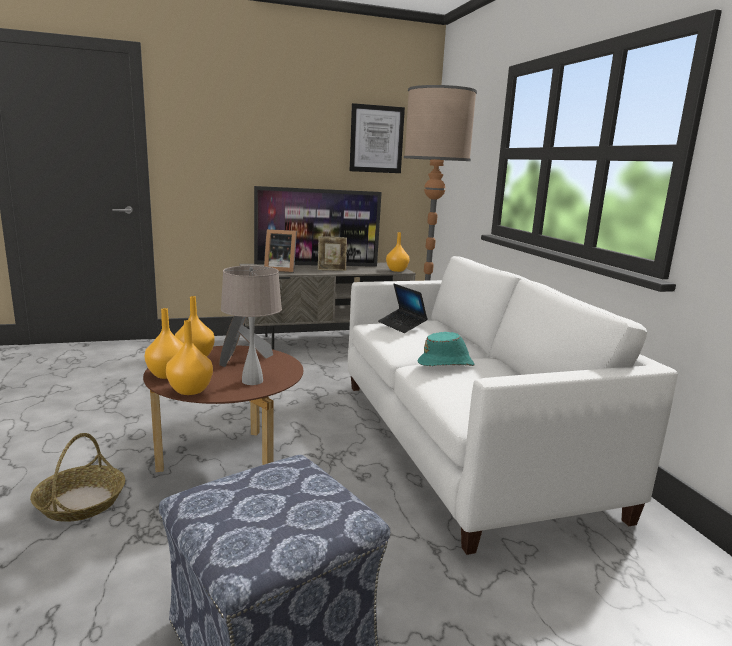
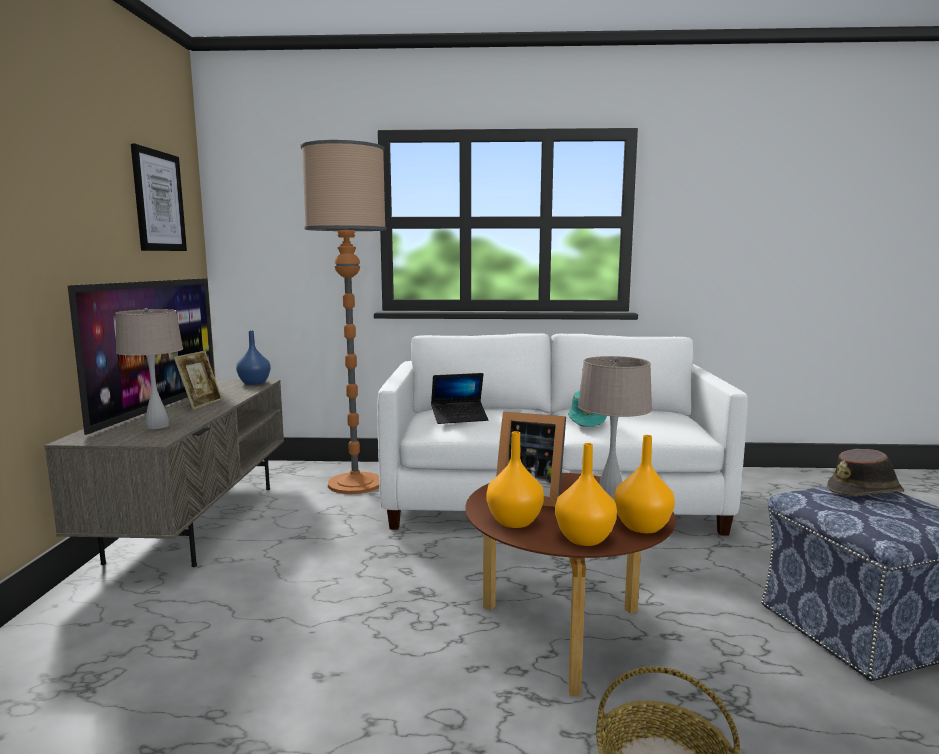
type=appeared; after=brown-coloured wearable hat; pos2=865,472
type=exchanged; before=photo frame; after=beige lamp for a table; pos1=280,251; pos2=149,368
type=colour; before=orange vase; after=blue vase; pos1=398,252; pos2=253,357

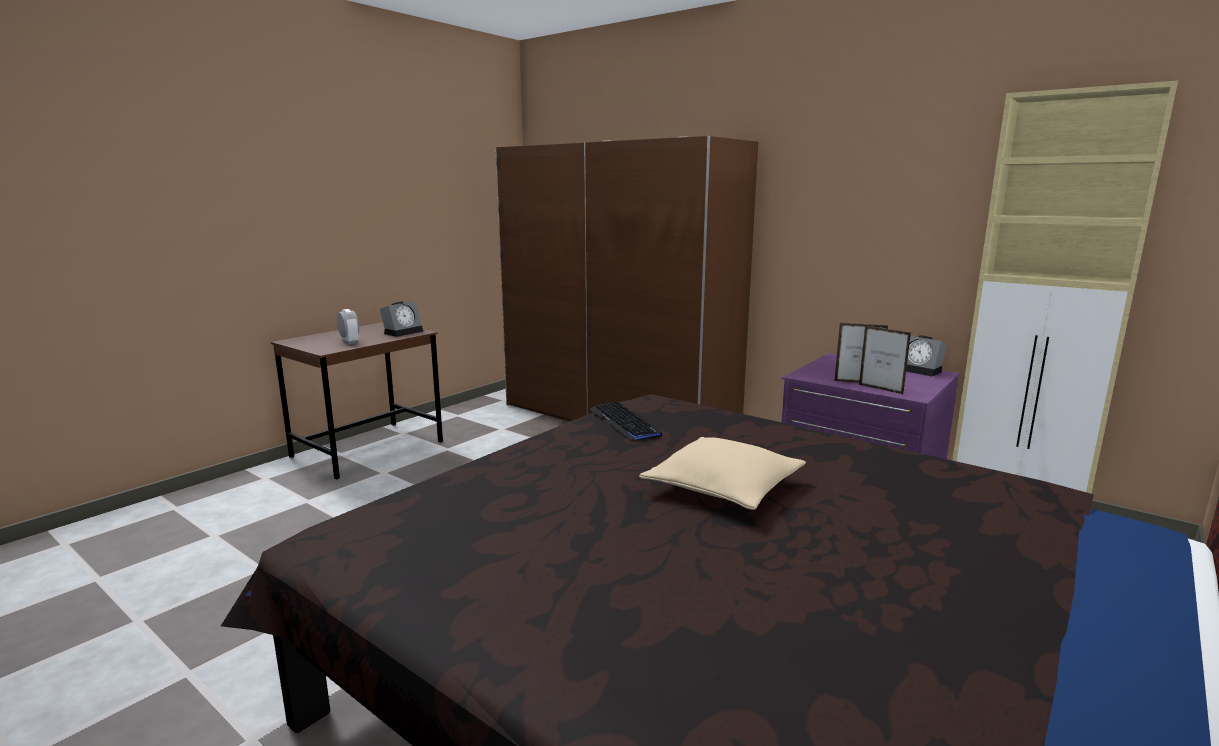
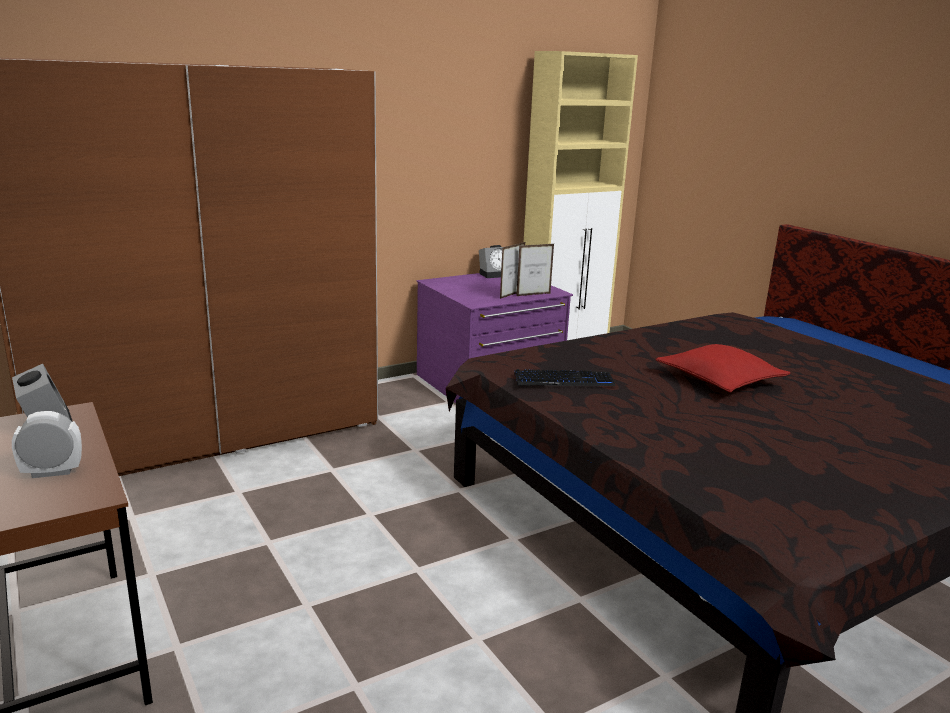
type=colour; before=beige pillow; after=reddish pillow; pos1=722,473; pos2=723,368

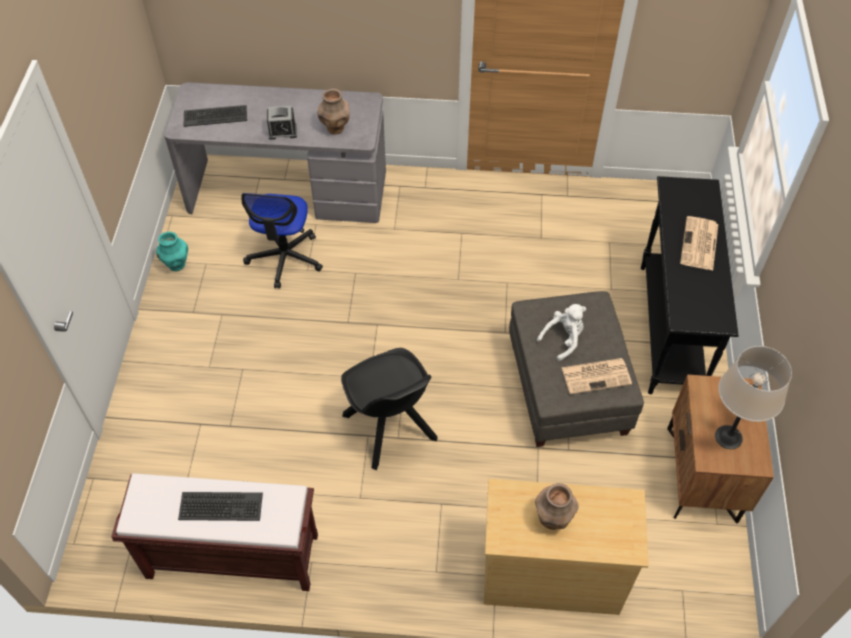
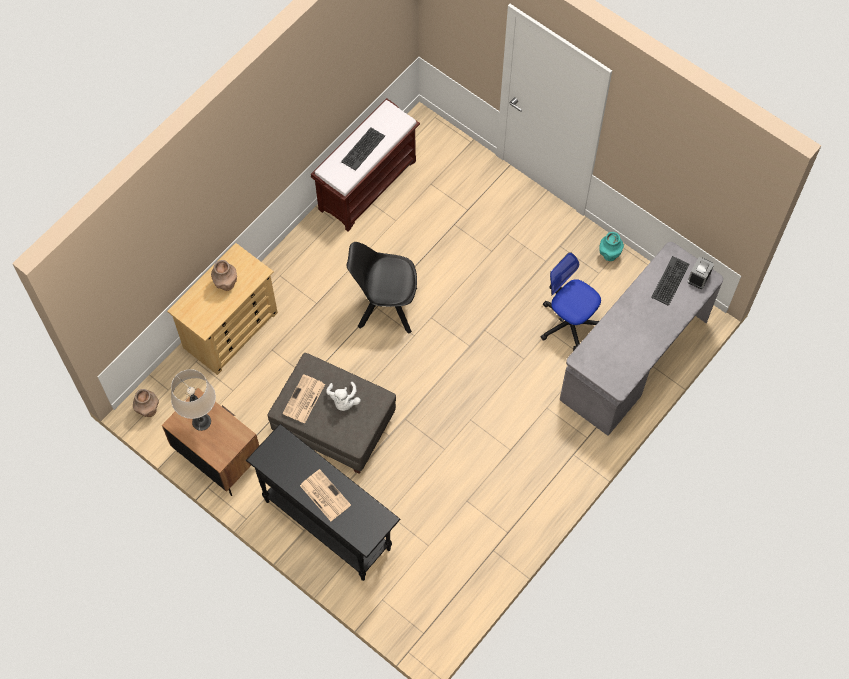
type=relocated; before=alarm clock; pos1=282,122; pos2=700,273
type=relocated; before=brown-coloured vase; pos1=334,111; pos2=146,403

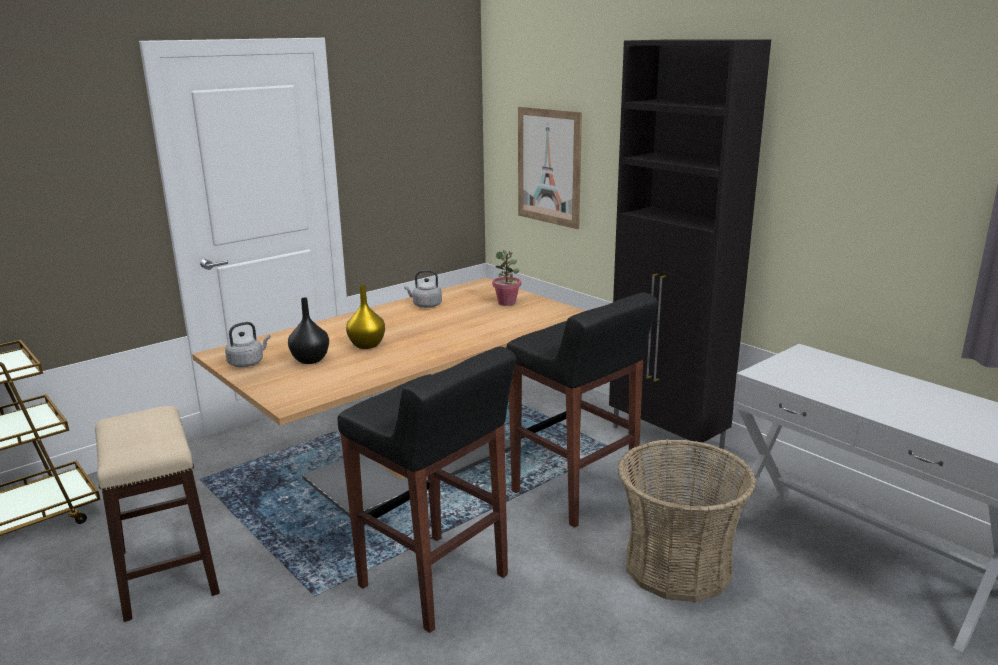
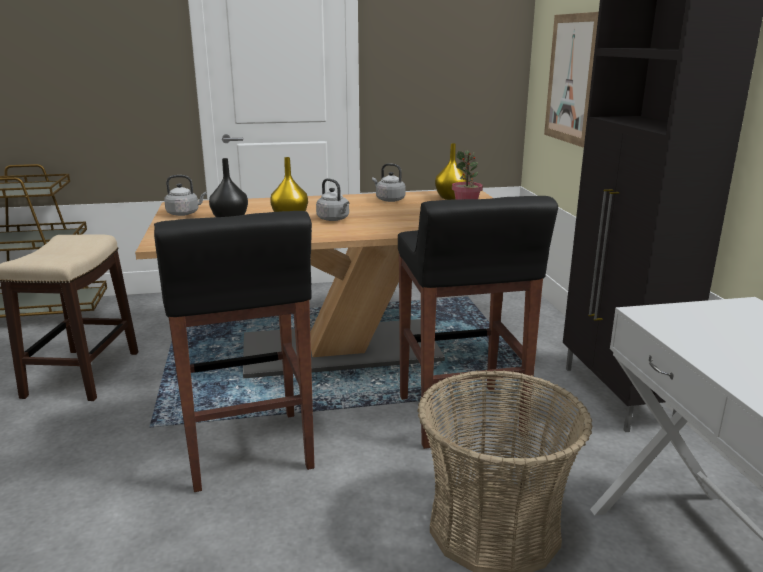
type=appeared; after=gray water kettle; pos2=332,199
type=appeared; after=yellowish vase; pos2=452,171

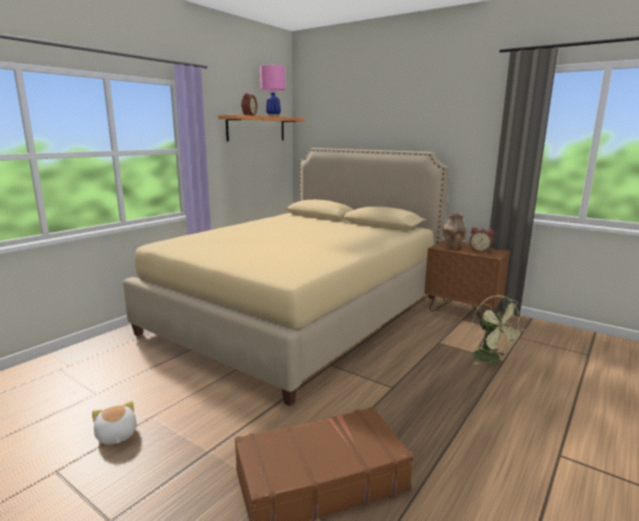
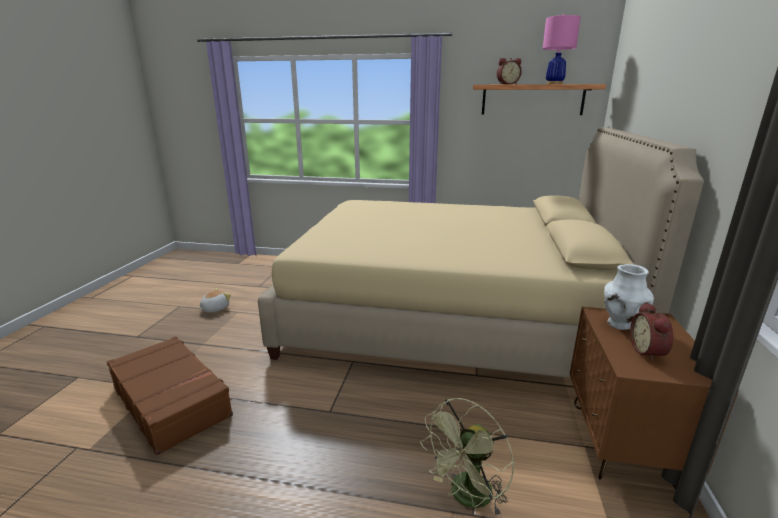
type=colour; before=brown-coloured vase; after=white-coloured vase; pos1=454,231; pos2=629,297

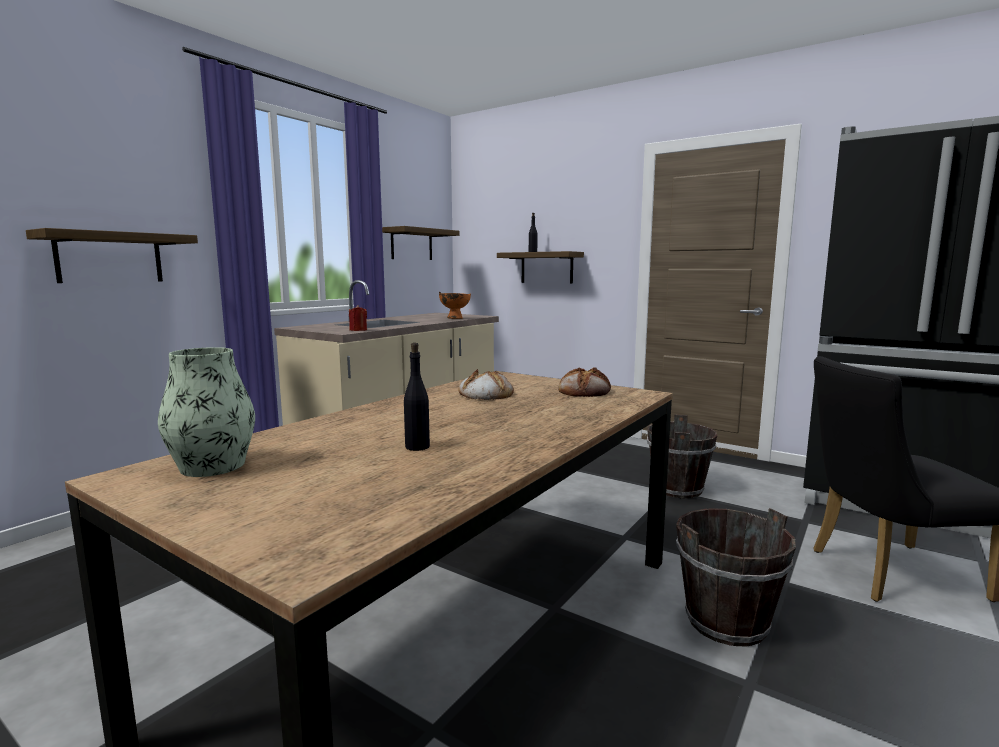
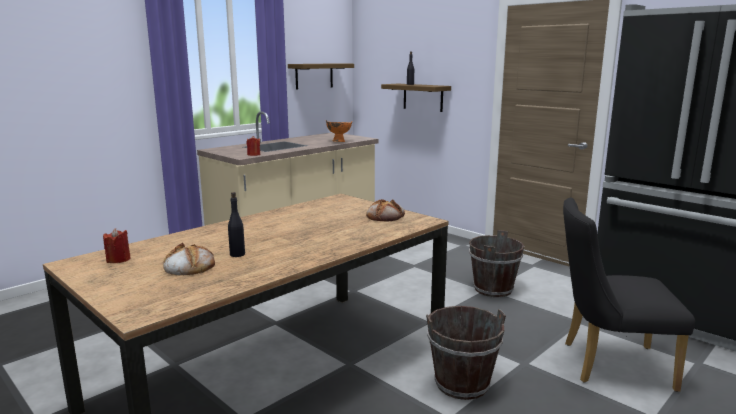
type=missing; before=shelf; pos1=112,255
type=relocated; before=baked bread; pos1=486,384; pos2=189,259
type=exchanged; before=vase; after=reddish wax candle; pos1=206,412; pos2=117,245

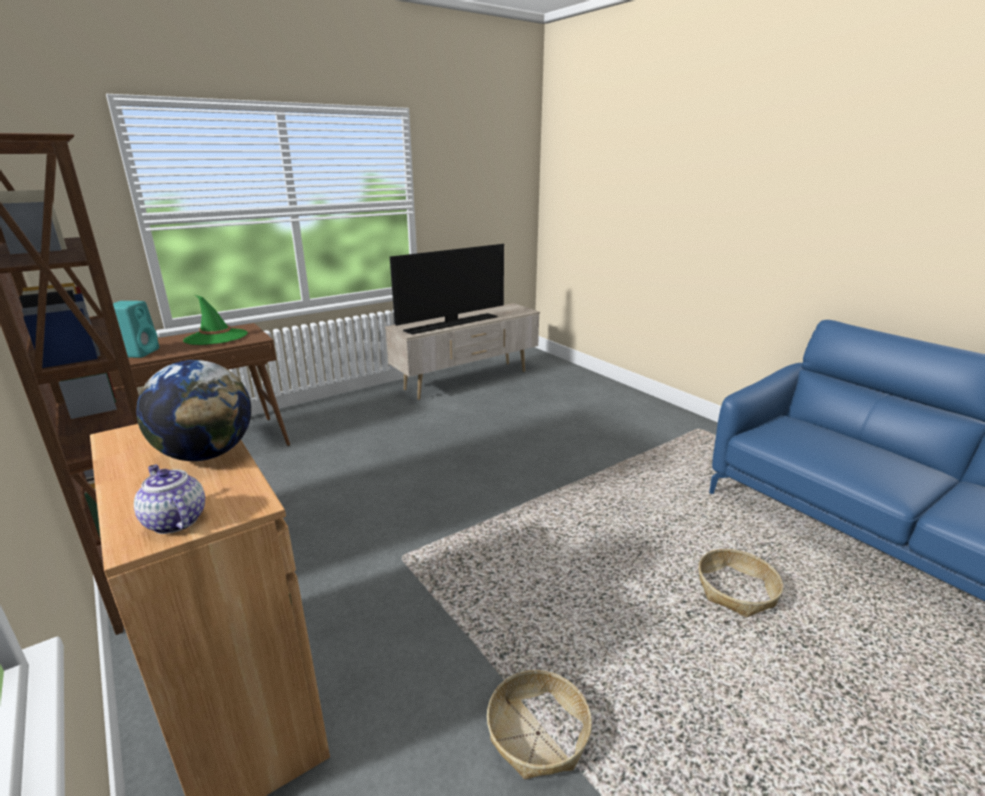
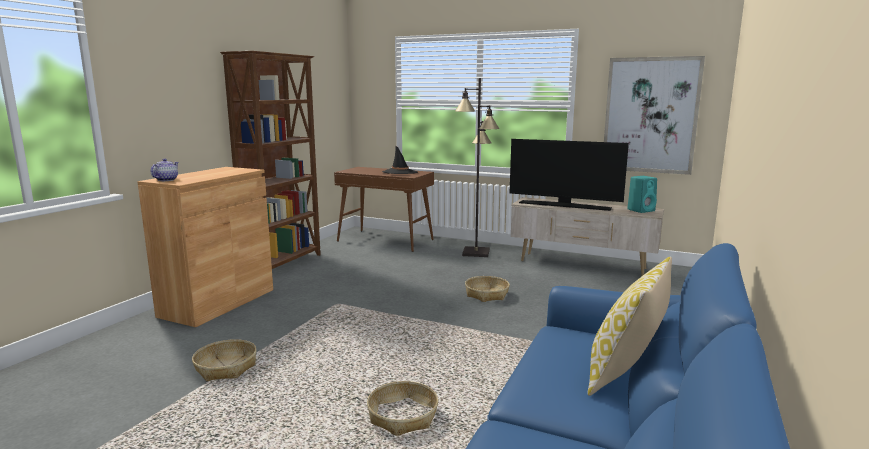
type=missing; before=desk globe; pos1=193,410
type=appeared; after=black-coloured standard lamp; pos2=478,167
type=appeared; after=basket; pos2=487,289
type=appeared; after=pillow; pos2=630,326
type=appeared; after=wall picture; pos2=654,115
type=relocated; before=turquoise-coloured audio speaker; pos1=136,329; pos2=642,194
type=colour; before=greenish wearable hat; after=black-coloured wearable hat; pos1=215,320; pos2=400,159

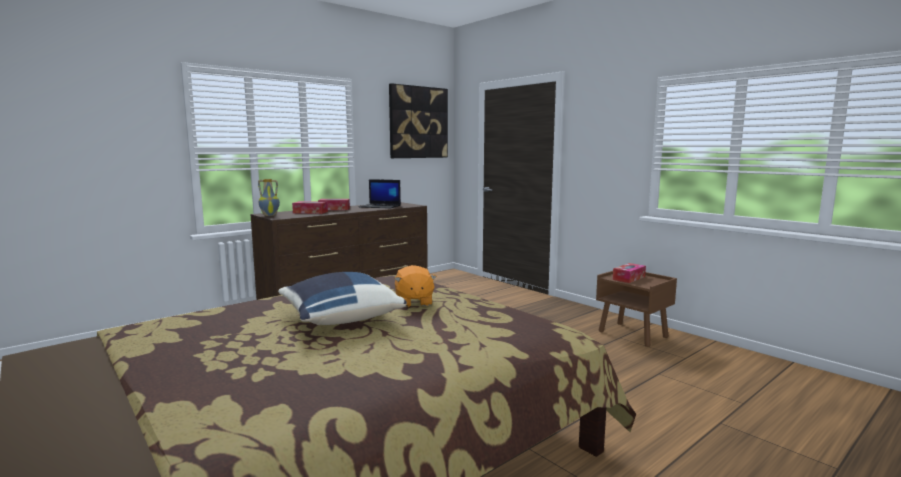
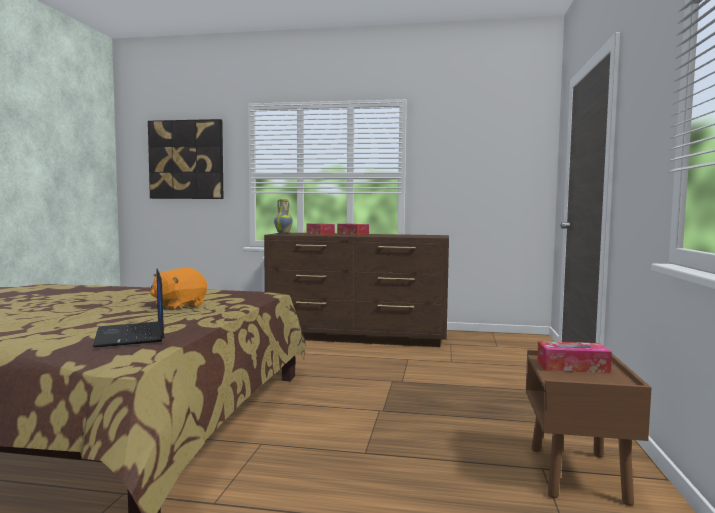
type=missing; before=blue pillow; pos1=342,298
type=relocated; before=laptop; pos1=380,194; pos2=128,307
type=relocated; before=wall picture; pos1=418,120; pos2=185,159

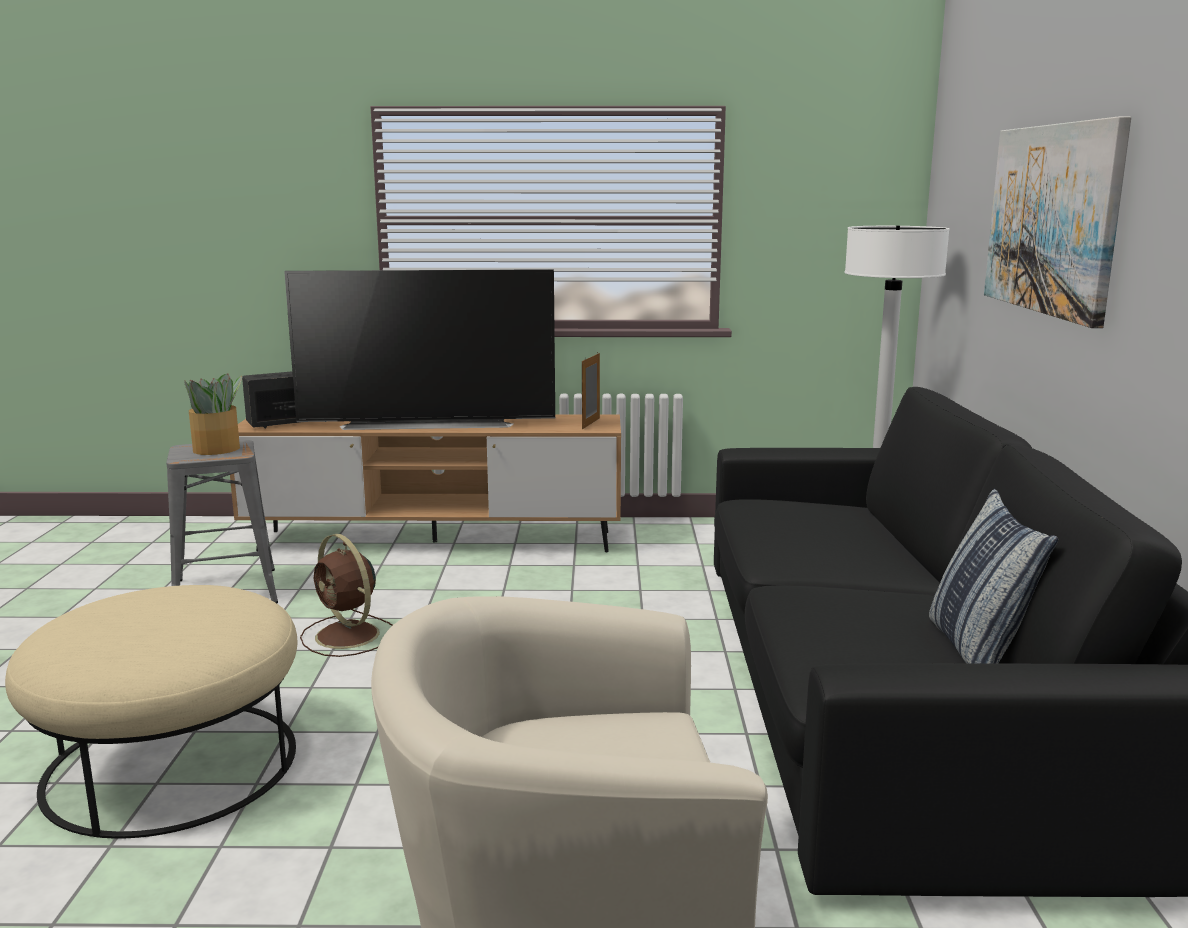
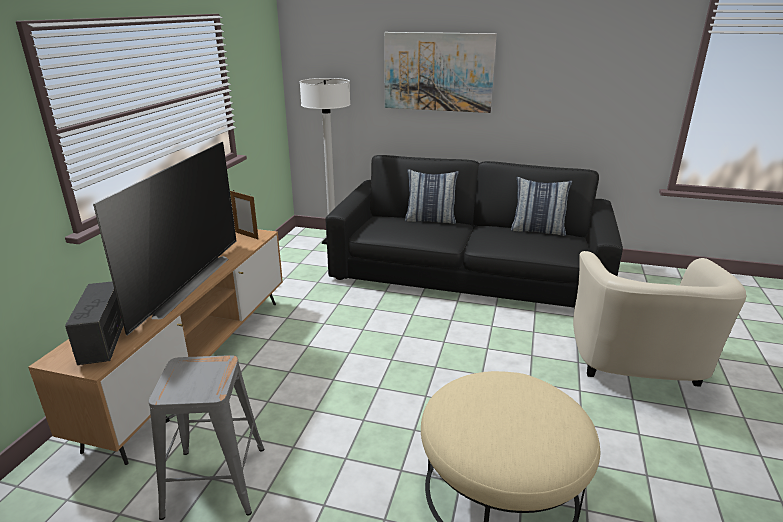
type=missing; before=plant in a pot; pos1=213,414
type=missing; before=brown-coloured cooling fan; pos1=346,595
type=appeared; after=pillow; pos2=432,196

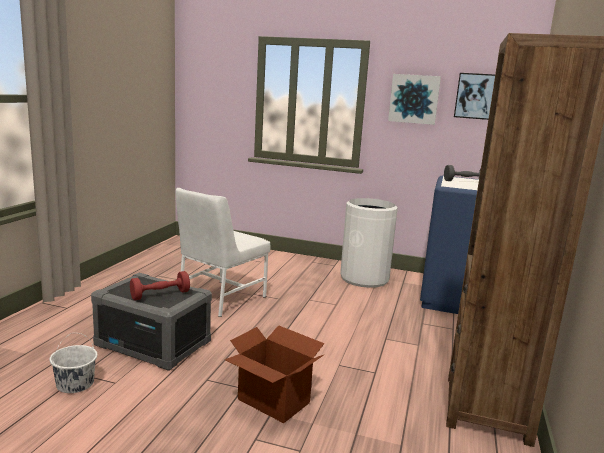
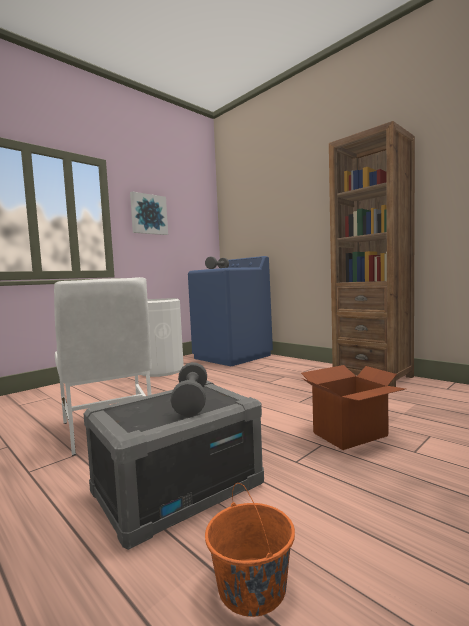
type=missing; before=wall picture; pos1=474,96
type=colour; before=white-coloured bucket; after=orange bucket; pos1=73,363; pos2=250,550
type=colour; before=reddish free weight; after=gray free weight; pos1=160,285; pos2=188,389

